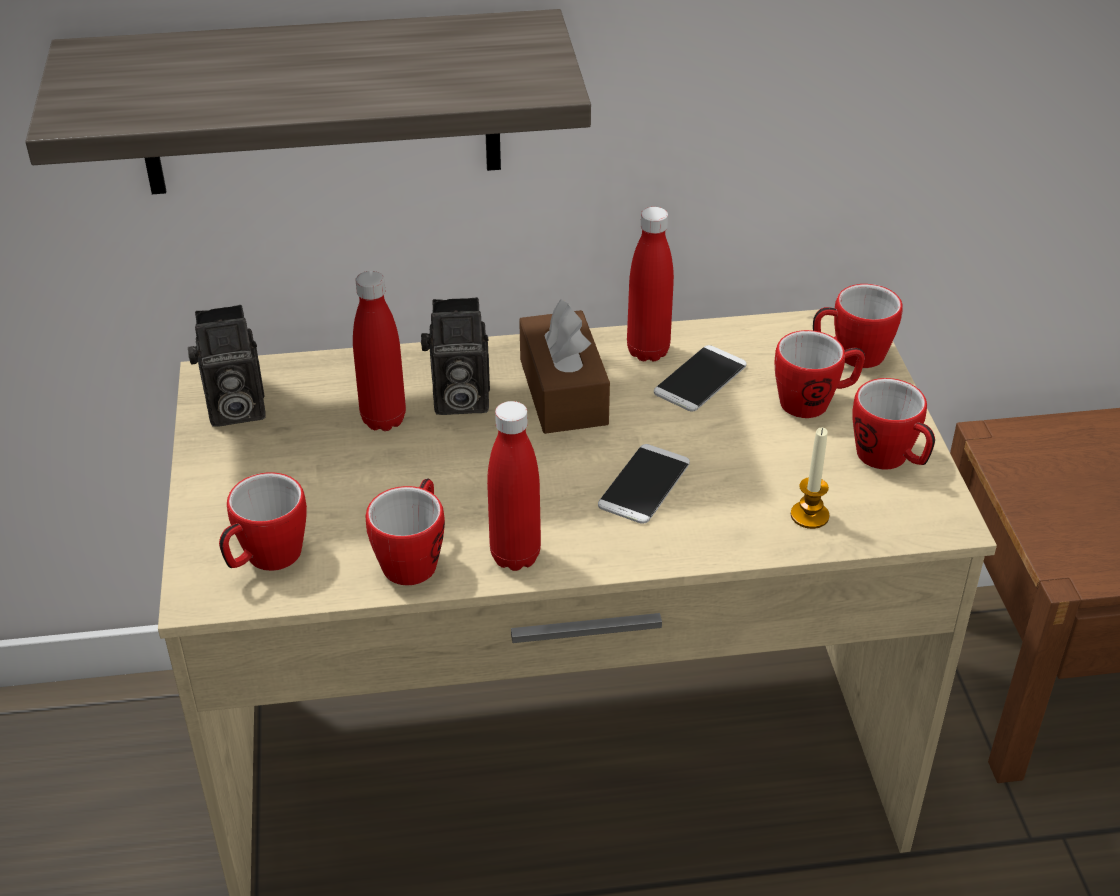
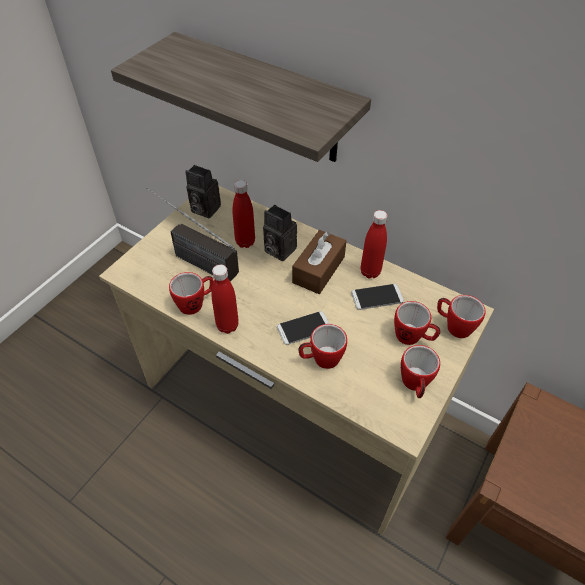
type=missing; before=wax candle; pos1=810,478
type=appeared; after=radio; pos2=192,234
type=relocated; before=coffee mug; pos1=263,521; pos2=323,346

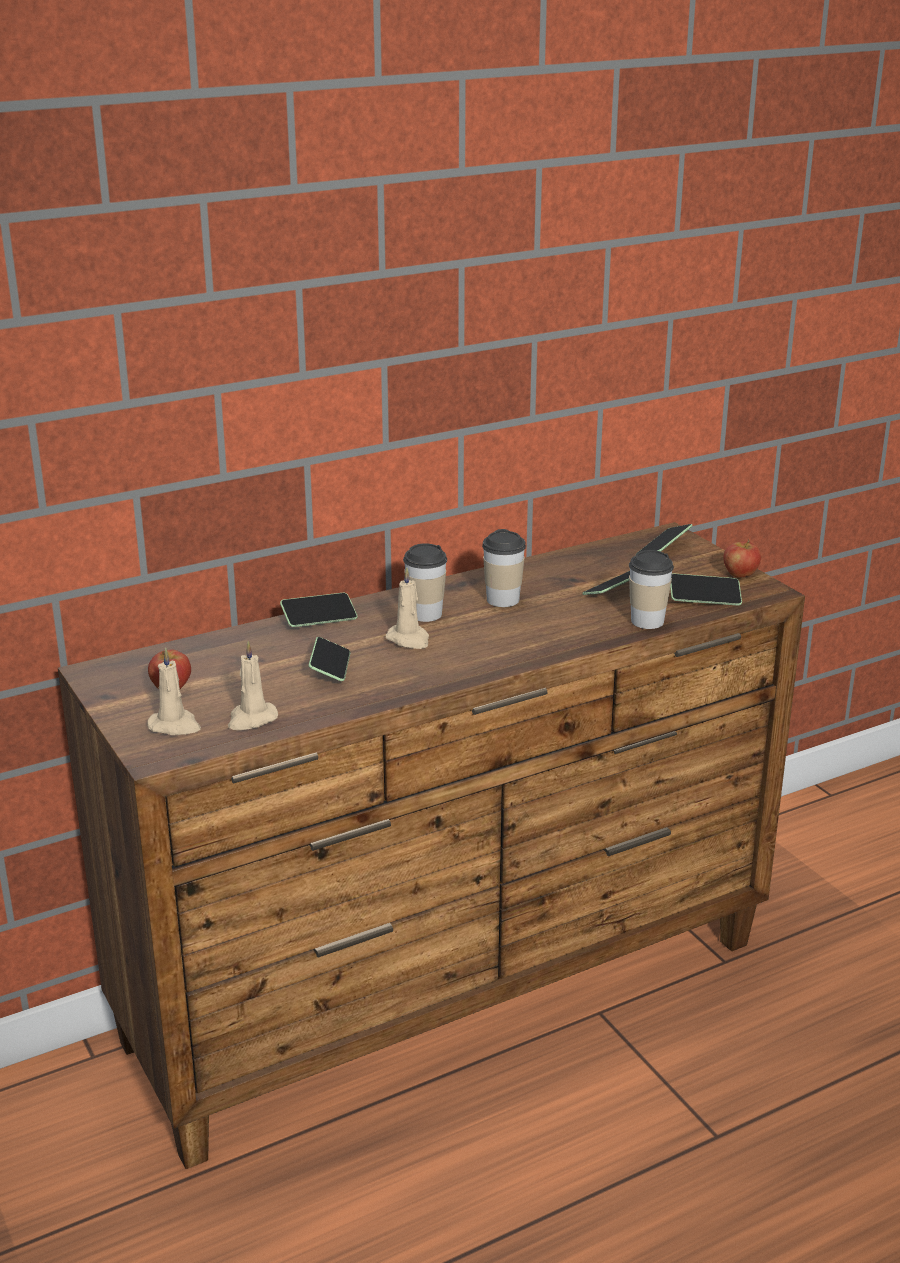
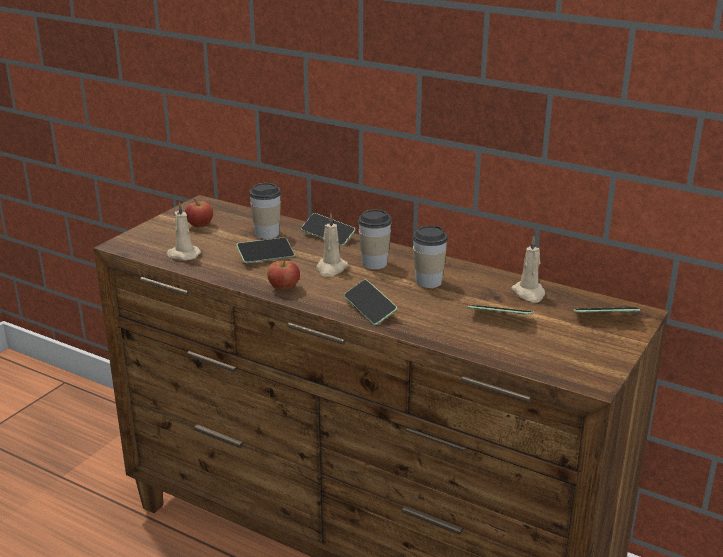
type=relocated; before=beige wax candle; pos1=174,691; pos2=528,269
type=relocated; before=drinking cup; pos1=651,589; pos2=265,211
type=relocated; before=telephone; pos1=706,589; pos2=370,302
type=relocated; before=apple fruit; pos1=742,558; pos2=283,275

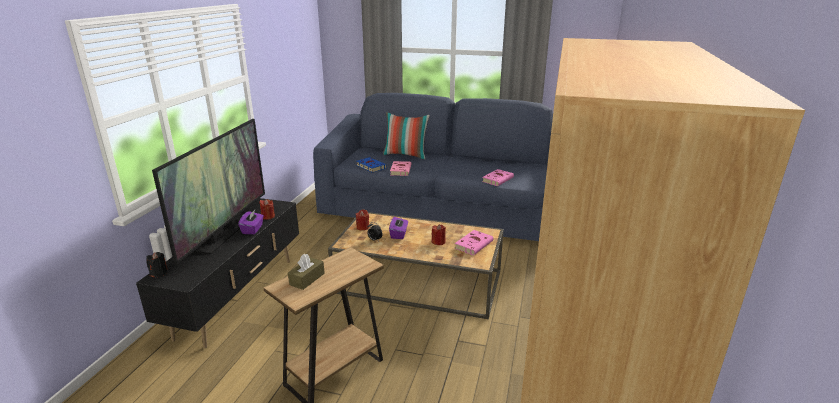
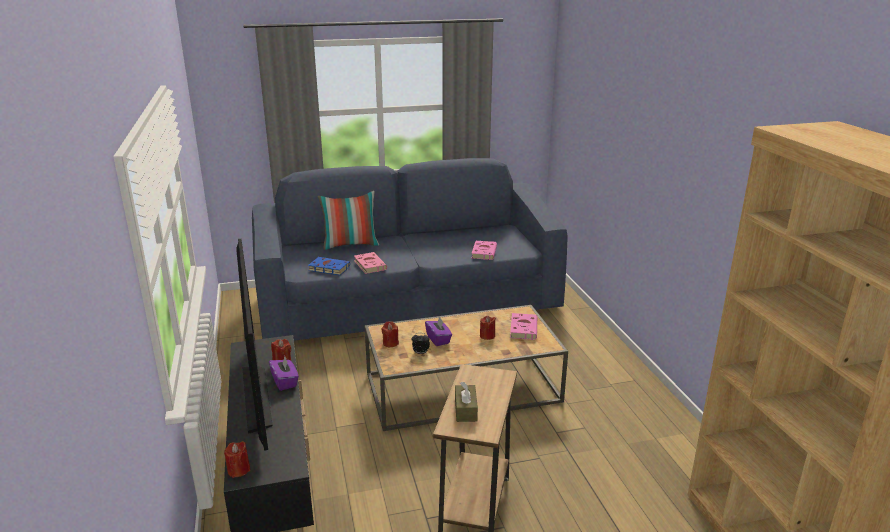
type=colour; before=black-coloured wax candle; after=reddish wax candle; pos1=157,264; pos2=237,459

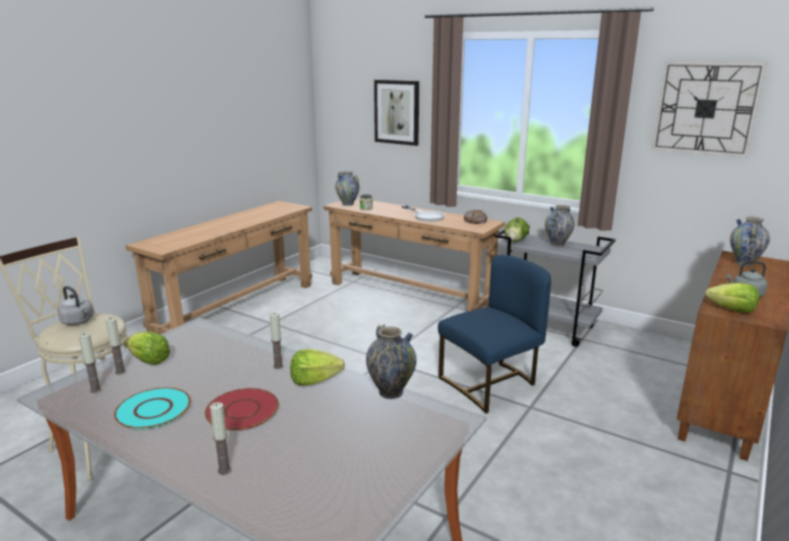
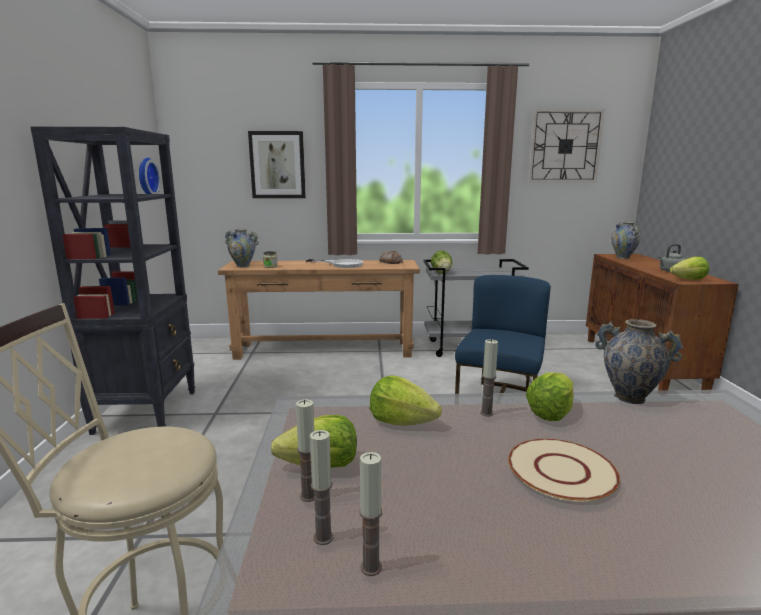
type=missing; before=gray water kettle; pos1=75,305
type=missing; before=turquoise-coloured dinner plate; pos1=152,408
type=missing; before=vase; pos1=560,225
type=appeared; after=hanging clock; pos2=150,176
type=appeared; after=lettuce; pos2=406,400
type=relocated; before=wax candle; pos1=220,438; pos2=370,514
type=exchanged; before=brown-coloured narrow table; after=black-coloured bookshelf; pos1=218,267; pos2=113,281
type=colour; before=reddish dinner plate; after=beige dinner plate; pos1=242,409; pos2=564,470

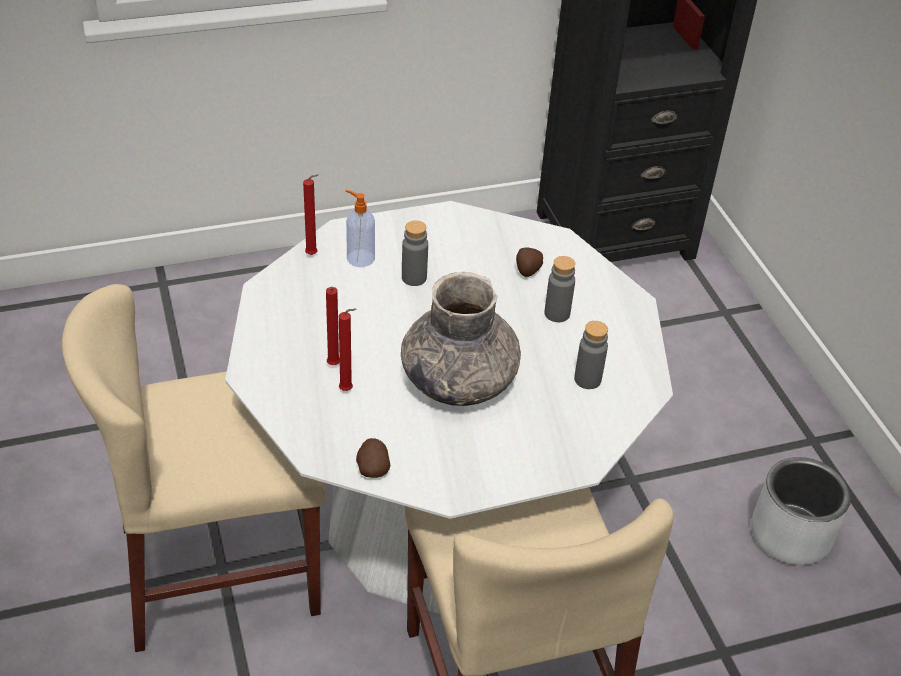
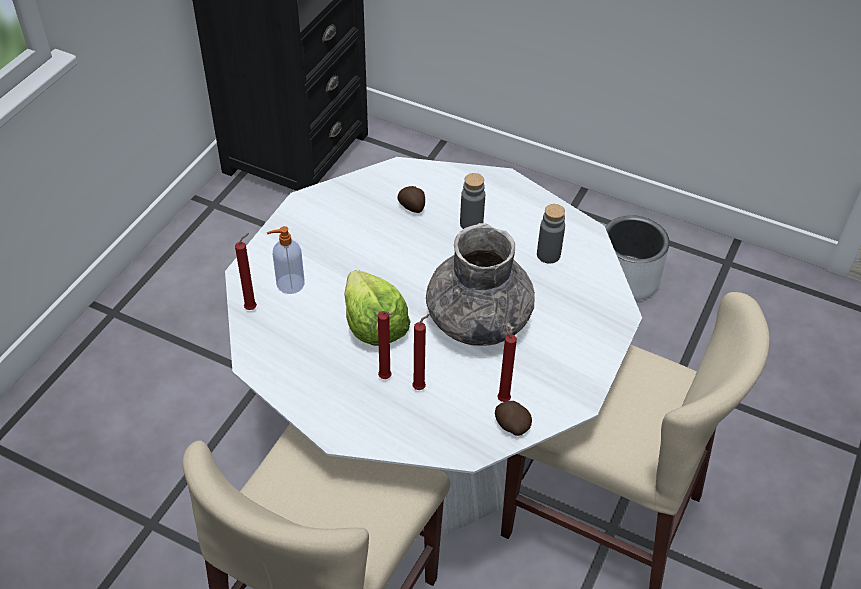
type=missing; before=gray drink bottle; pos1=415,253
type=appeared; after=lettuce; pos2=377,308
type=appeared; after=reddish wax candle; pos2=507,362

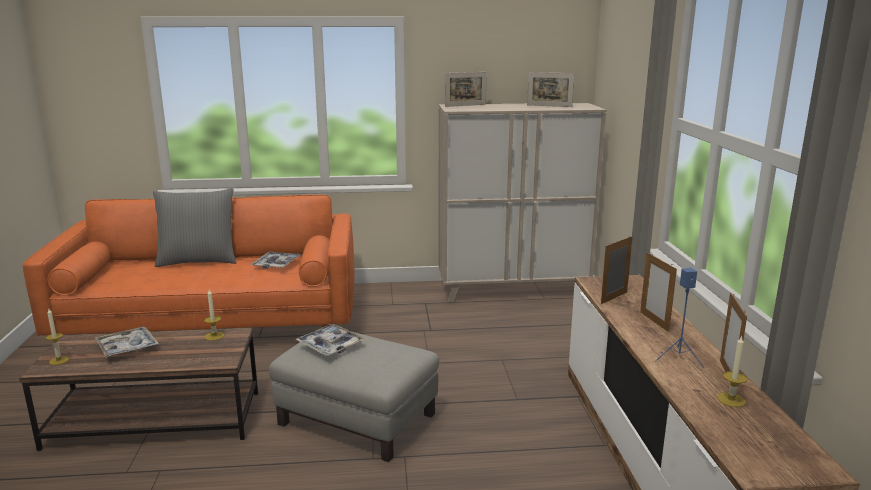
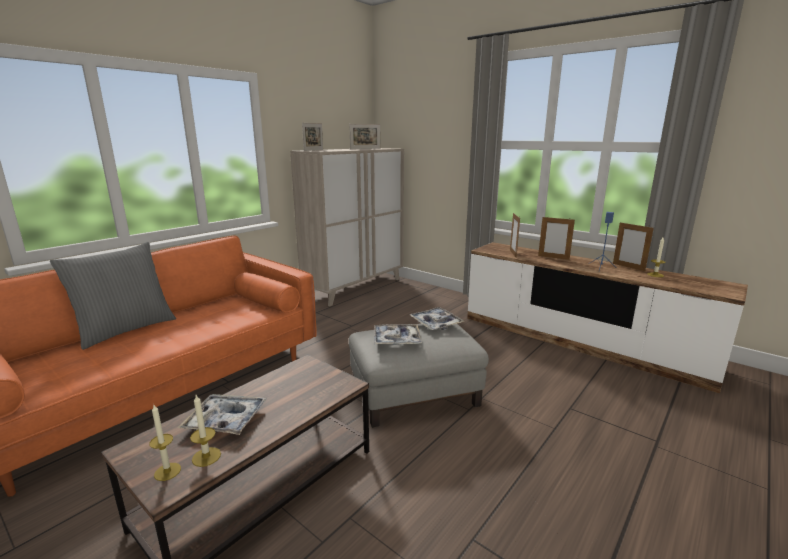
type=relocated; before=wax candle; pos1=214,315; pos2=205,431
type=relocated; before=carrying tray; pos1=276,260; pos2=437,318

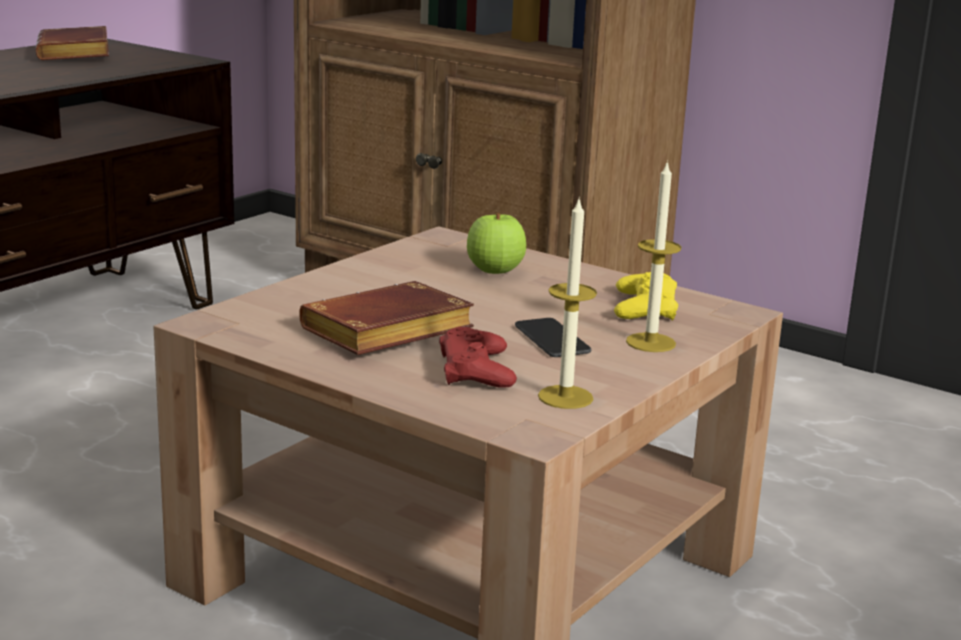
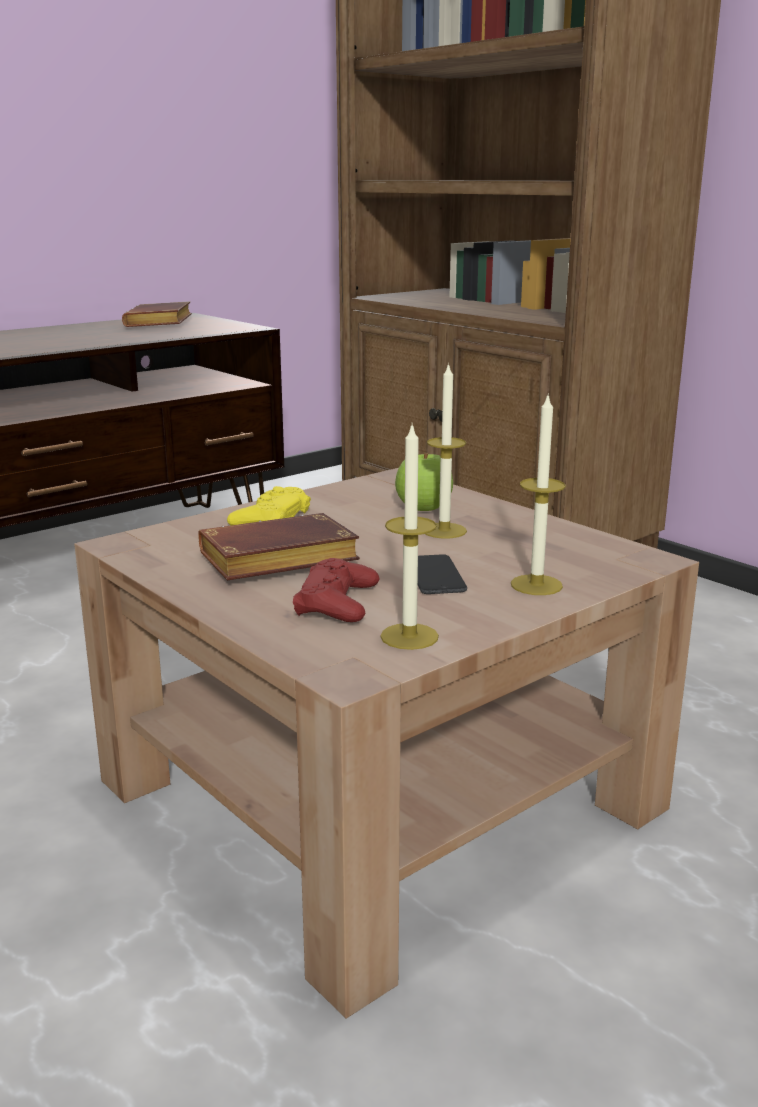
type=appeared; after=wax candle; pos2=446,450
type=relocated; before=yellowish joypad; pos1=646,296; pos2=269,505

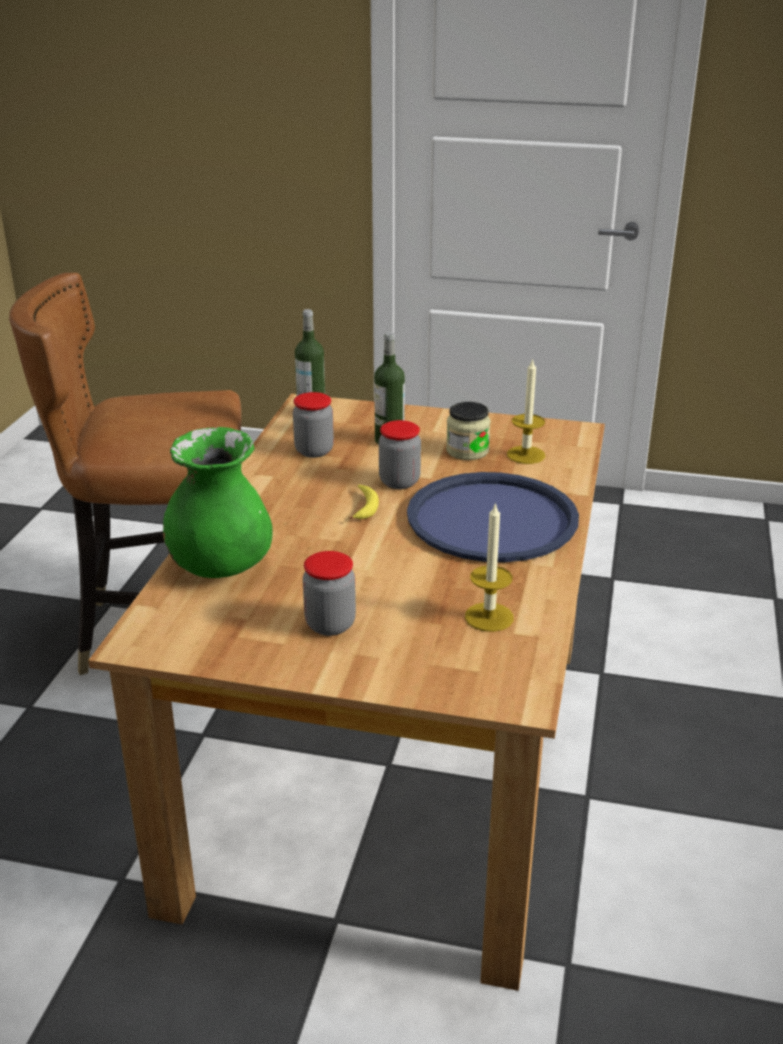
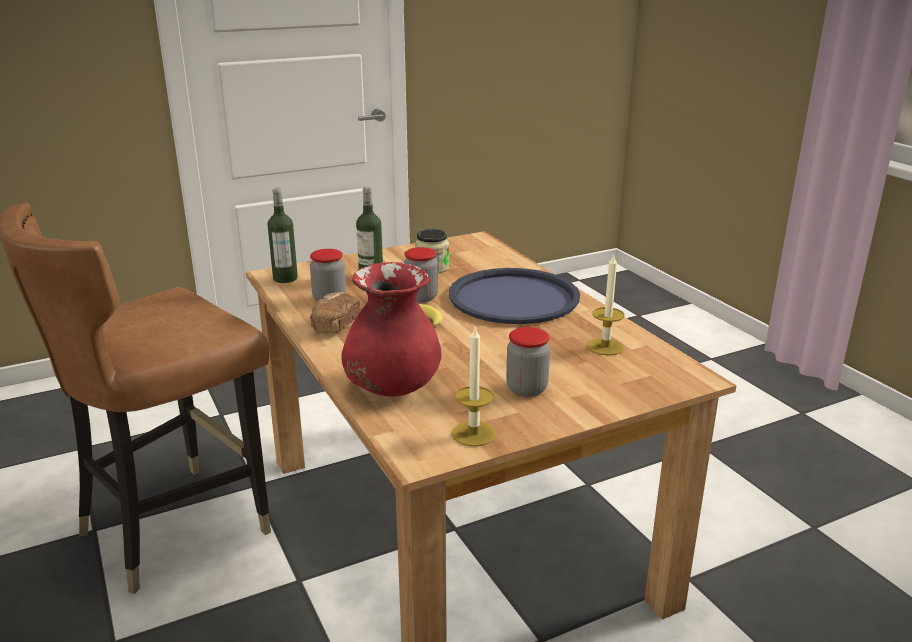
type=appeared; after=baked bread; pos2=335,313
type=relocated; before=wax candle; pos1=526,411; pos2=474,387
type=colour; before=greenish vase; after=reddish vase; pos1=218,502; pos2=391,329

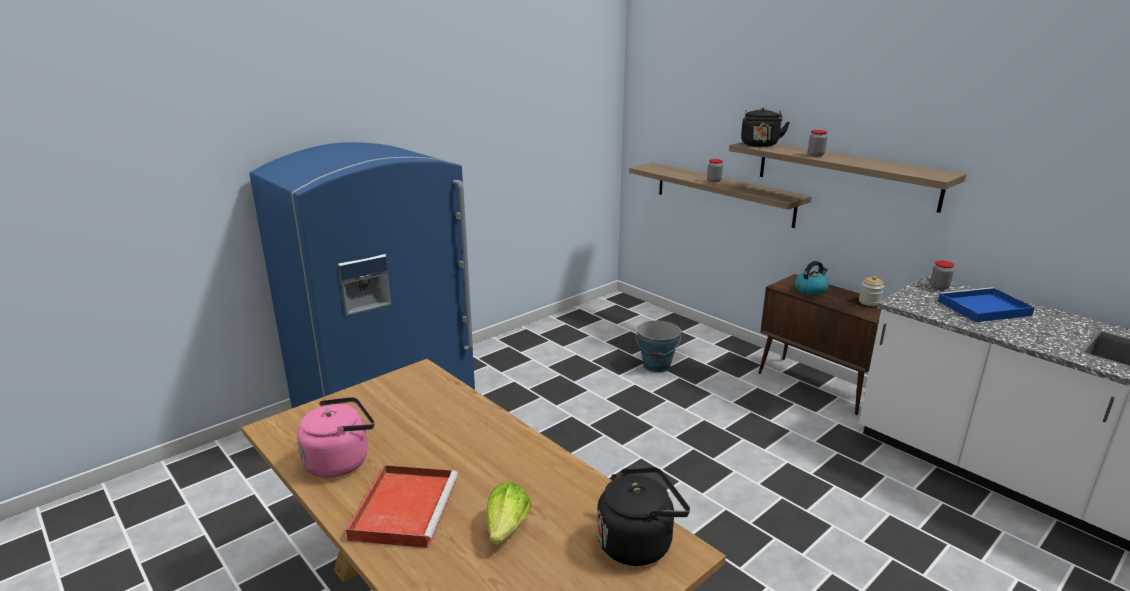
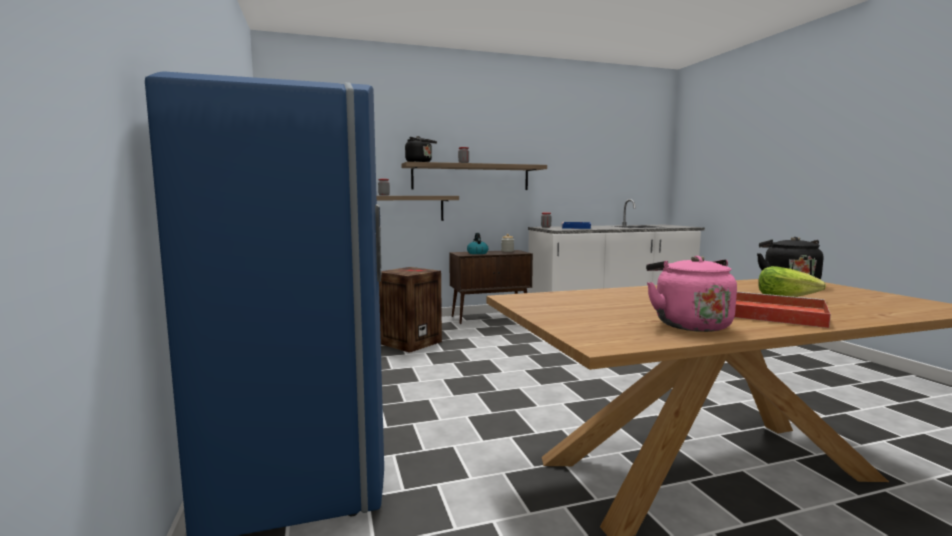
type=exchanged; before=bucket; after=crate; pos1=658,346; pos2=410,310

